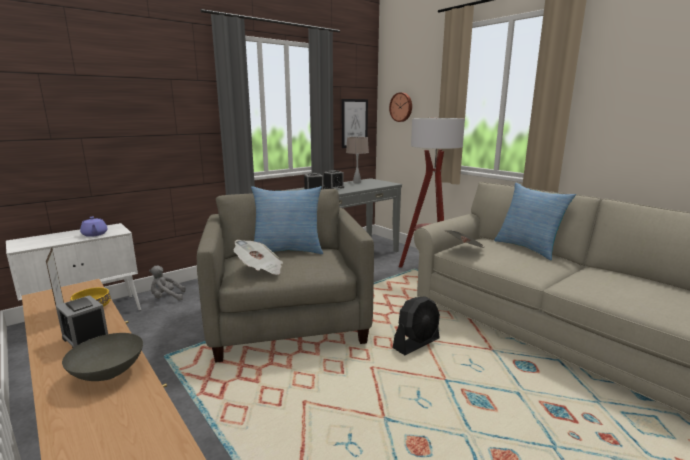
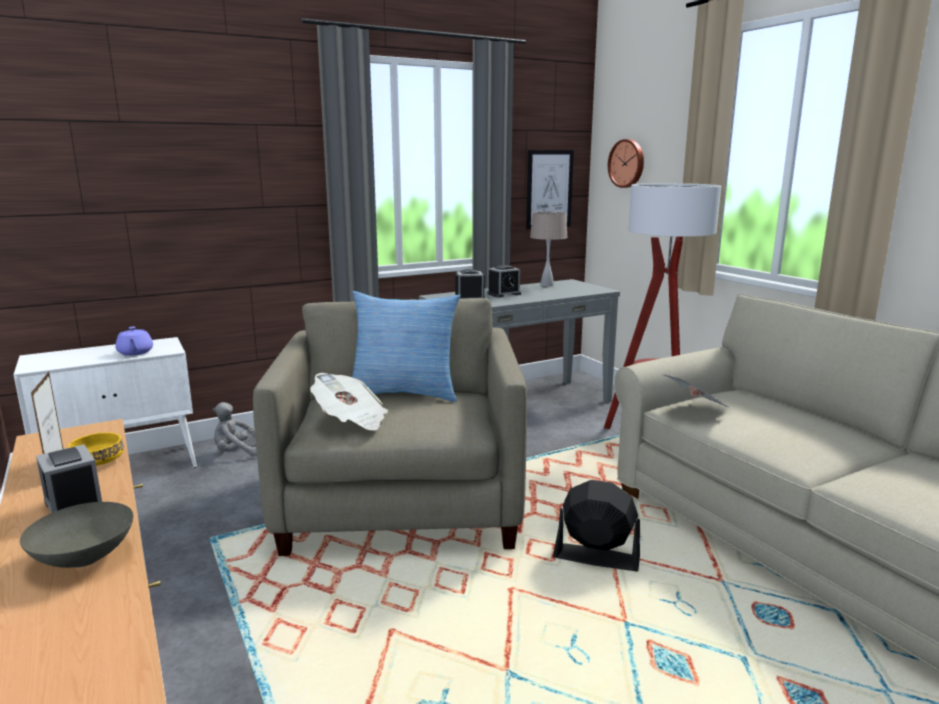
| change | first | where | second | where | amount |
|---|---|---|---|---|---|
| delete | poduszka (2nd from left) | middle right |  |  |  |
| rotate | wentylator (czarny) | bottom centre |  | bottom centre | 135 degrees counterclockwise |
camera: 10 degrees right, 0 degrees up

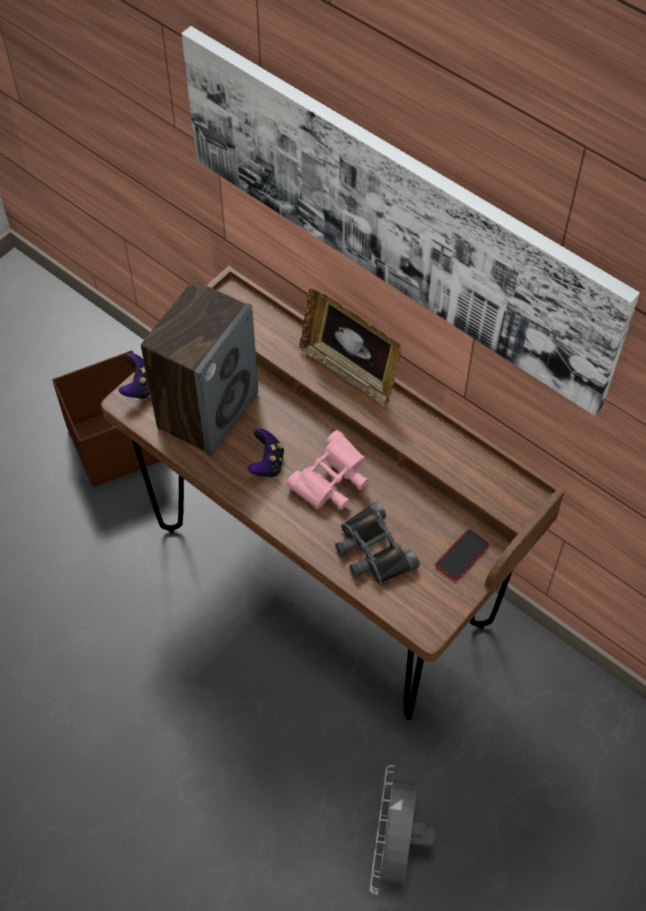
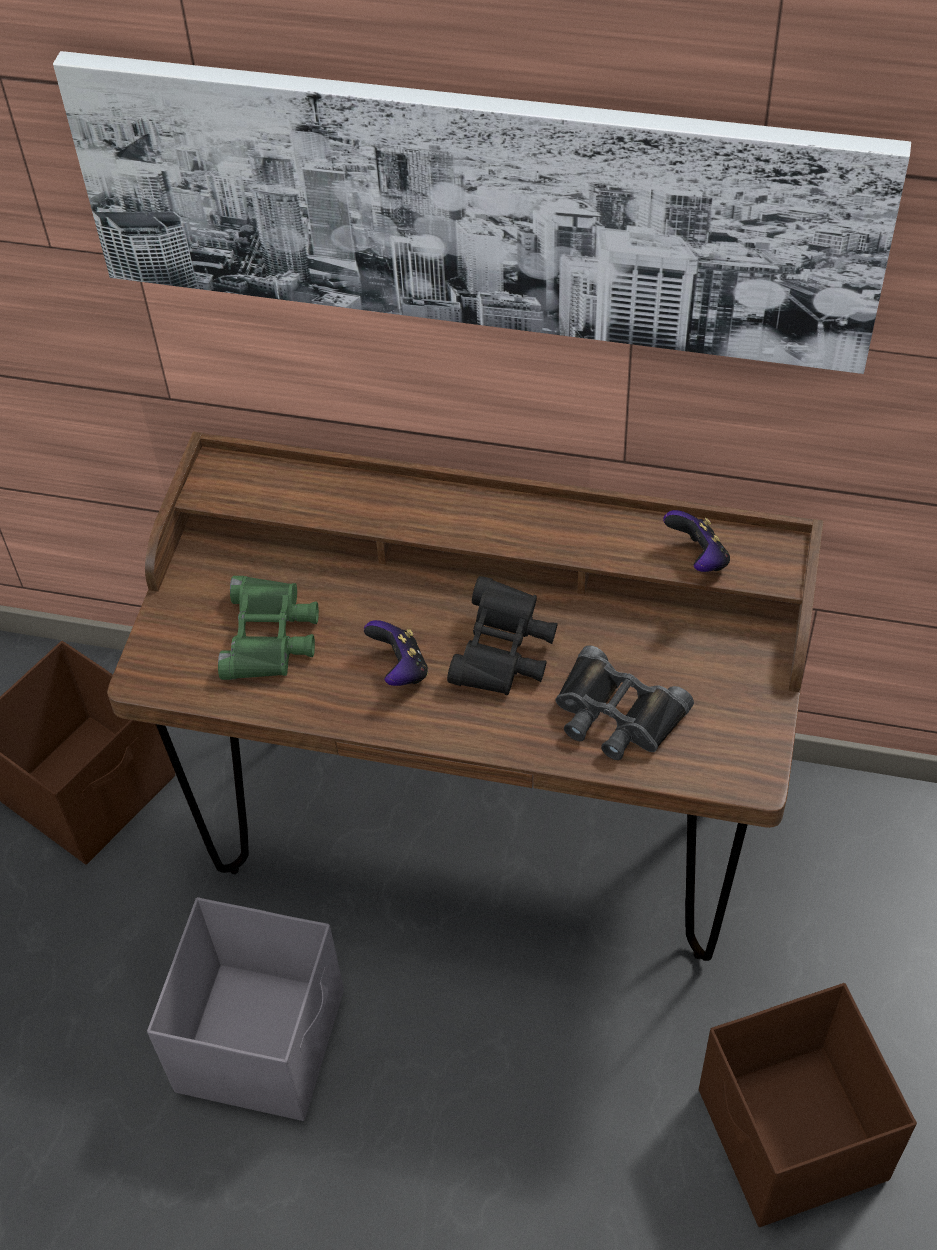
| change | first | where | second | where | amount |
|---|---|---|---|---|---|
| delete | ramka na zdjęcie | centre |  |  |  |
| delete | telefon | middle right |  |  |  |
| insert |  |  | pojemnik do przechowywania (szary) | bottom left |  |
| move | pad do gier (1st from left in the first image) | middle left | pad do gier (2nd from left) | middle right |  |
| replace | głośnik | middle left | lornetka (zielony) | middle left |  |
| replace | wentylator (szary) | bottom centre | pojemnik do przechowywania (brązowy) (2nd from left) | bottom right |  |
| recolor | lornetka (różowy) | centre | lornetka (czarny) (1st from left) | centre |  |
camera: 25 degrees left, 5 degrees down

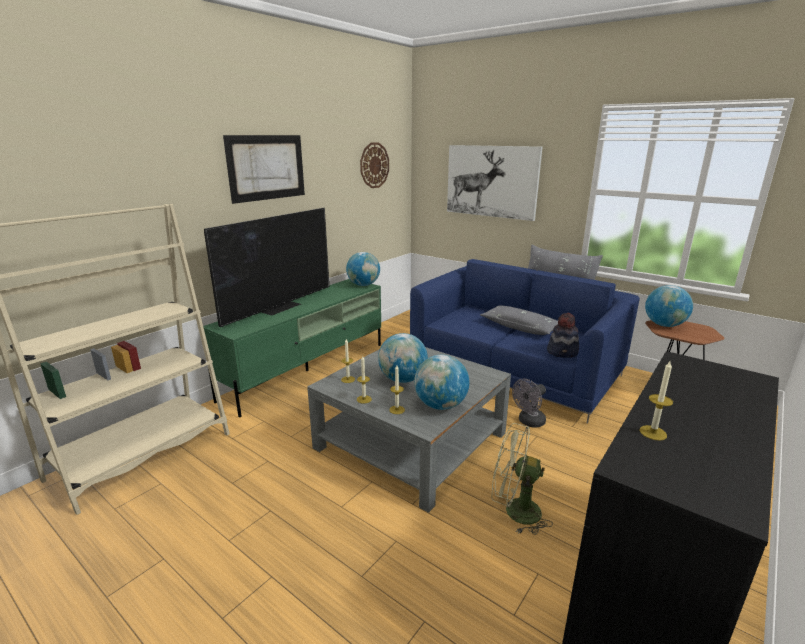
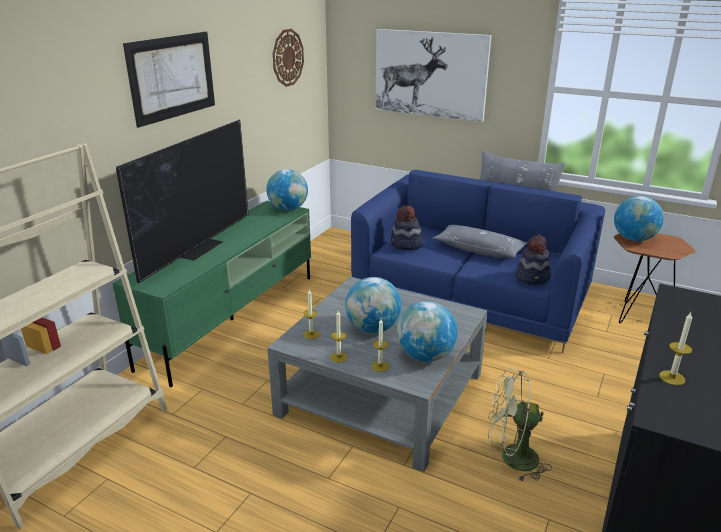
| change | first | where | second | where | amount |
|---|---|---|---|---|---|
| delete | wentylator (szary) | centre |  |  |  |
| insert |  |  | kapelusz (1st from left) | centre |  |
camera: 10 degrees left, 5 degrees up

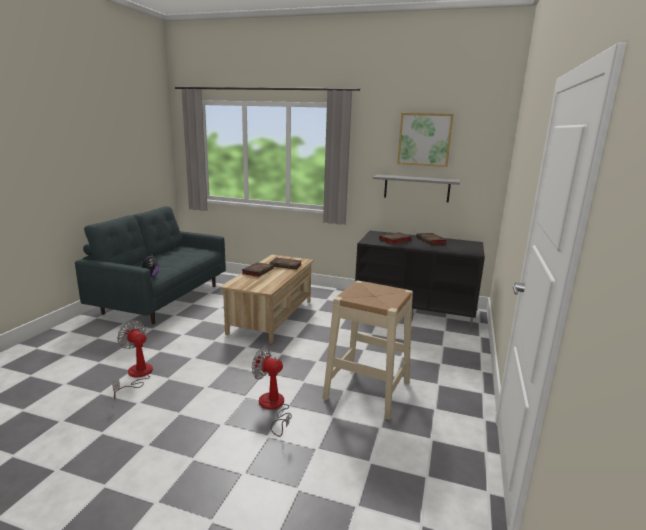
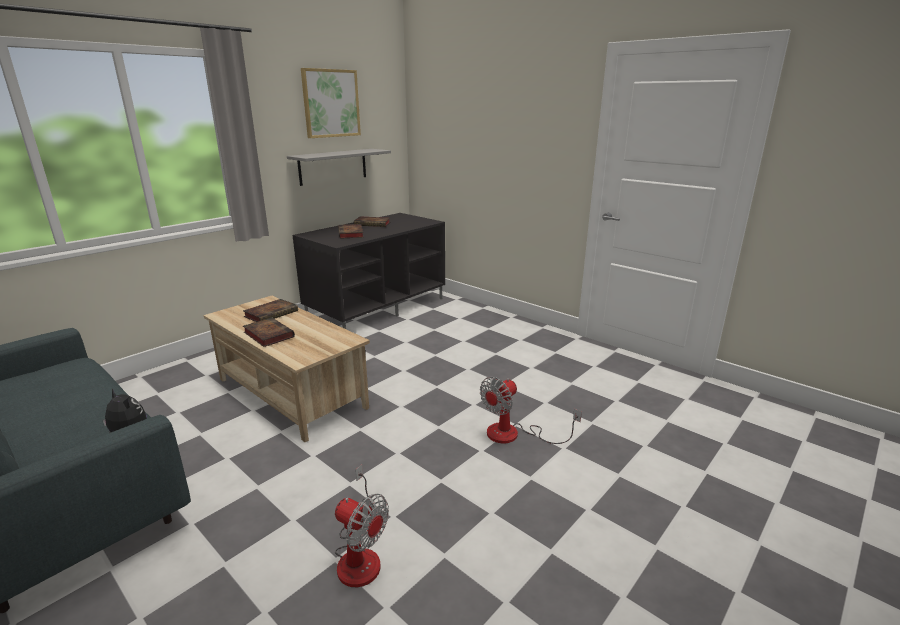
| change | first | where | second | where | amount |
|---|---|---|---|---|---|
| delete | stołek (beżowy) | centre |  |  |  |
| rotate | wentylator (1st from left) | bottom left |  | bottom centre | 120 degrees counterclockwise |
camera: 65 degrees left, 5 degrees up

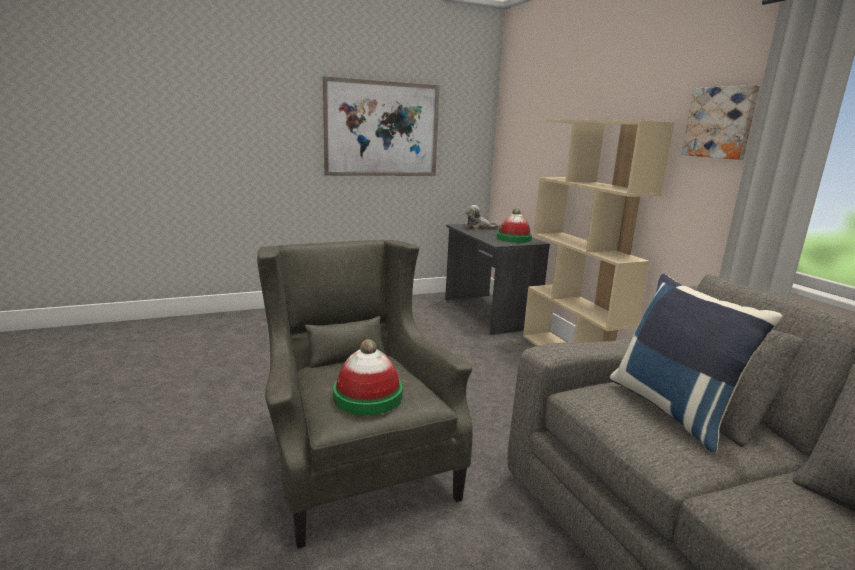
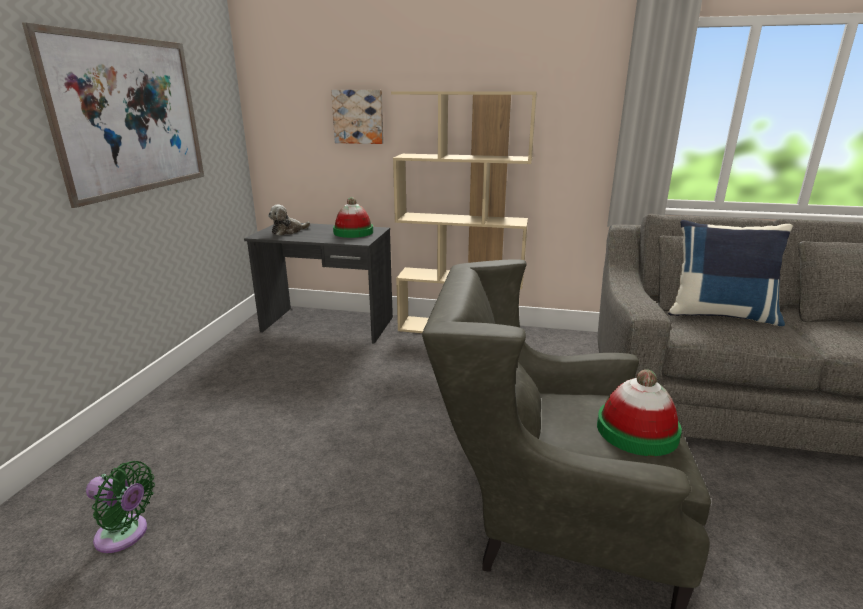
| change | first | where | second | where | amount |
|---|---|---|---|---|---|
| insert |  |  | wentylator (zielony) | bottom left |  |
| move | obraz (2nd from left) | top right |  | top centre |  |
camera: 55 degrees left, 5 degrees up

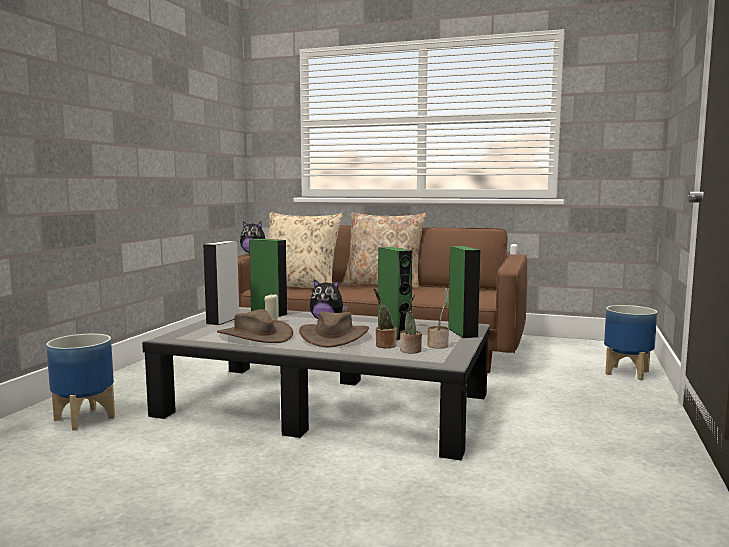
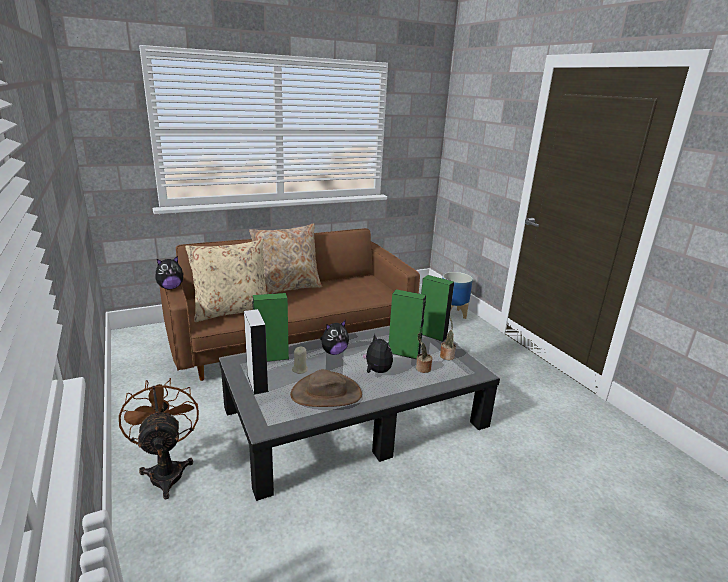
| change | first | where | second | where | amount |
|---|---|---|---|---|---|
| delete | donica (1st from left) | bottom left |  |  |  |
| delete | roślina doniczkowa (2nd from left) | centre |  |  |  |
| insert |  |  | wentylator (brązowy) | bottom left |  |
| replace | kapelusz (brązowy) (2nd from left) | centre | pluszak (3rd from left) | centre |  |
camera: 45 degrees left, 15 degrees up

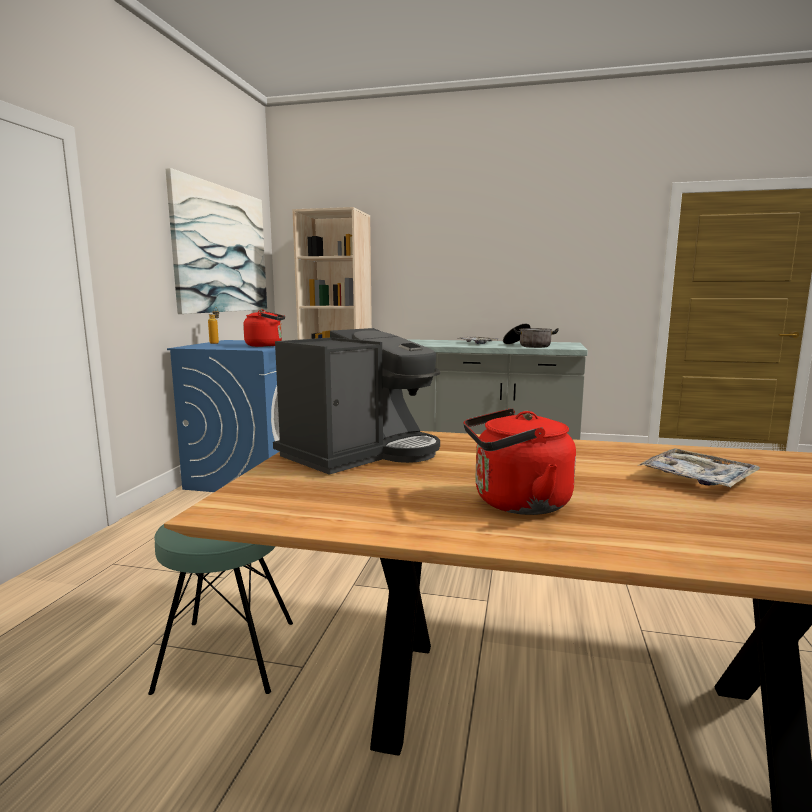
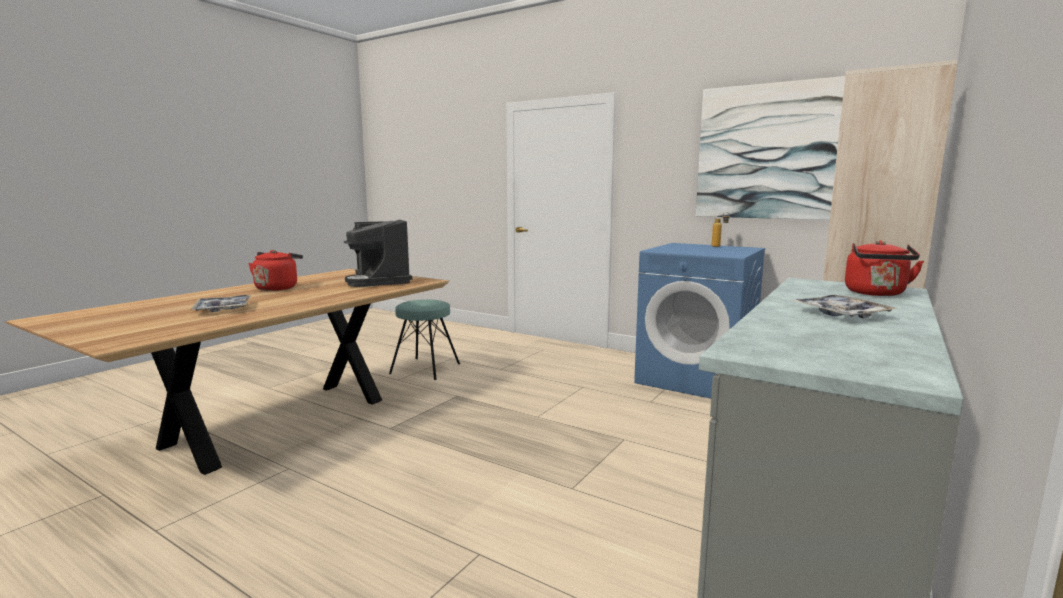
| change | first | where | second | where | amount |
|---|---|---|---|---|---|
| delete | garnek | centre |  |  |  |
| move | czajnik (czerwony) (1st from left in the first image) | middle left | czajnik (czerwony) (2nd from left) | middle right |  |
camera: 110 degrees right, 0 degrees up

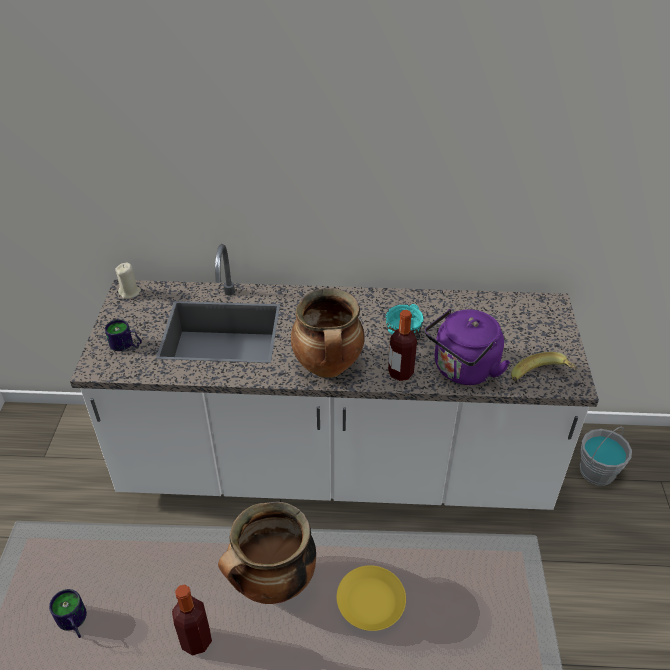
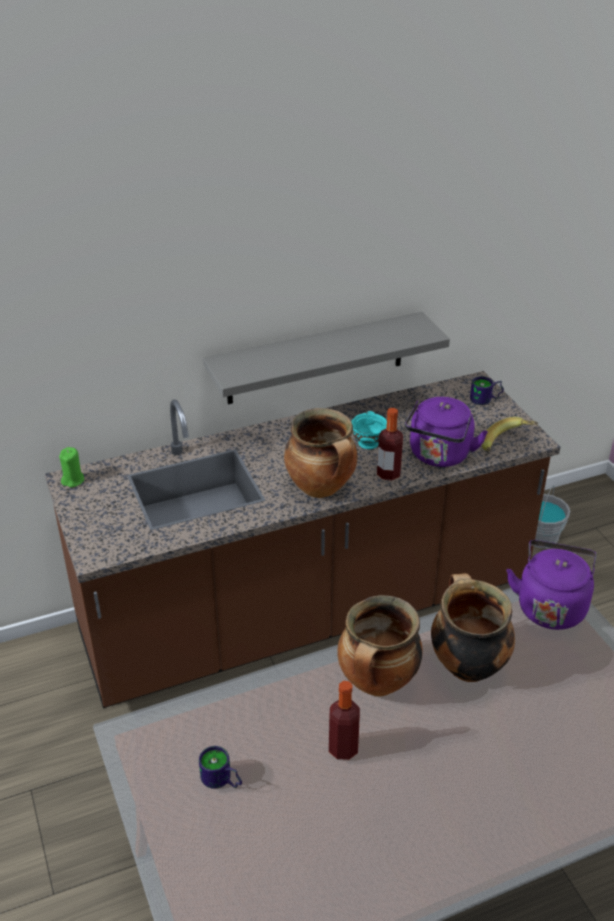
| change | first | where | second | where | amount |
|---|---|---|---|---|---|
| insert |  |  | półka (szary) | centre |  |
| insert |  |  | czajnik (fioletowy) (2nd from left) | middle right |  |
| move | kubek (2nd from left) | middle left |  | middle right |  |
| replace | talerz (żółty) | bottom centre | garnek (3rd from left) | bottom right |  |
| recolor | zabudowa kuchenna (biały) | centre | zabudowa kuchenna (brązowy) | centre |  |
| recolor | świeca (beżowy) | middle left | świeca (zielony) | middle left |  |
camera: 25 degrees left, 5 degrees down

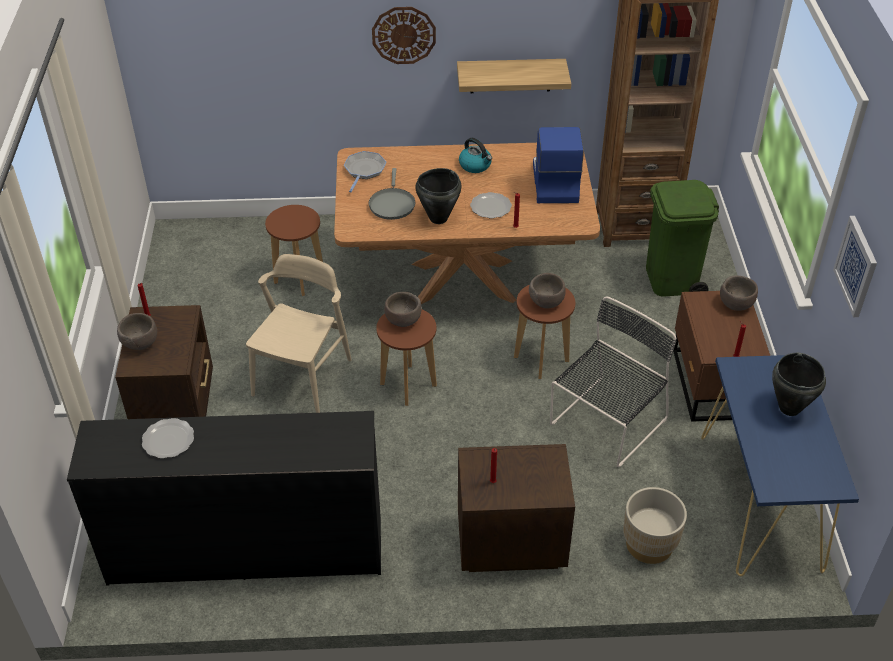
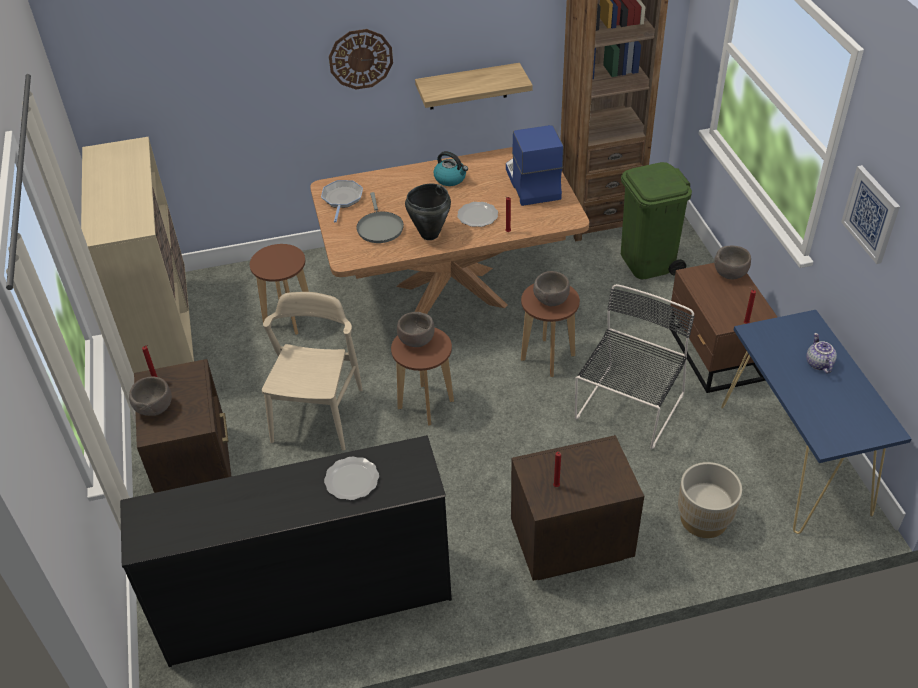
| change | first | where | second | where | amount |
|---|---|---|---|---|---|
| insert |  |  | szafka (beżowy) | middle left |  |
| move | talerz (1st from left) | middle left |  | bottom centre |  |
| replace | garnek (czarny) (2nd from left) | middle right | imbryk | middle right |  |
camera: 10 degrees left, 0 degrees up

